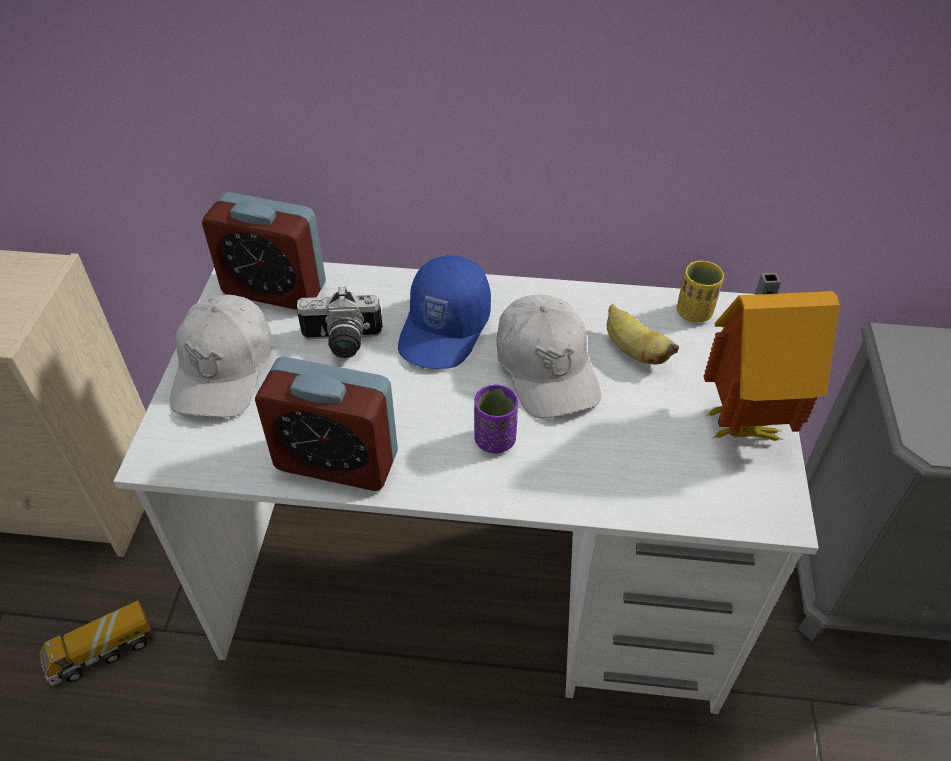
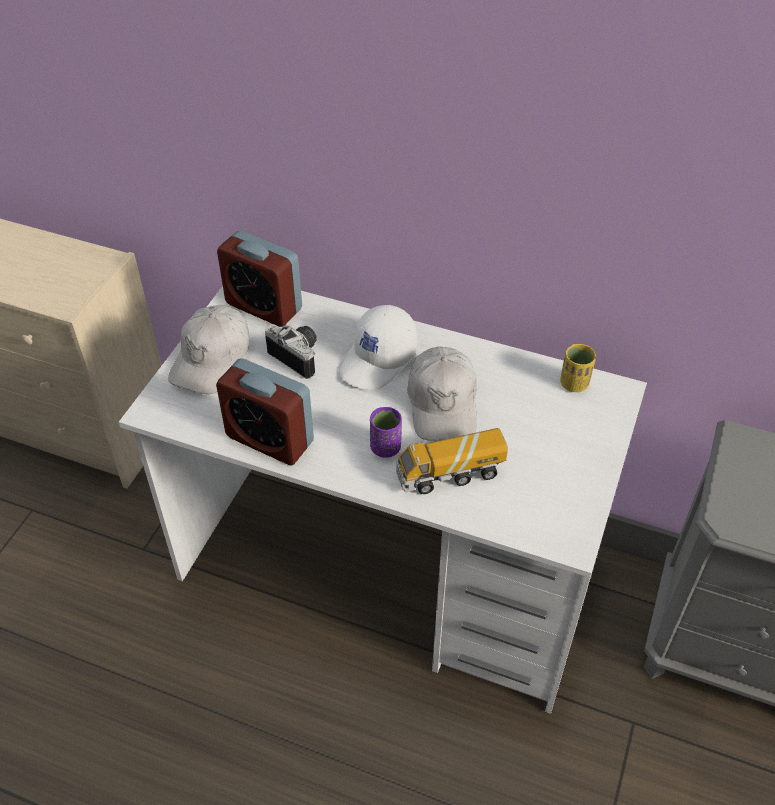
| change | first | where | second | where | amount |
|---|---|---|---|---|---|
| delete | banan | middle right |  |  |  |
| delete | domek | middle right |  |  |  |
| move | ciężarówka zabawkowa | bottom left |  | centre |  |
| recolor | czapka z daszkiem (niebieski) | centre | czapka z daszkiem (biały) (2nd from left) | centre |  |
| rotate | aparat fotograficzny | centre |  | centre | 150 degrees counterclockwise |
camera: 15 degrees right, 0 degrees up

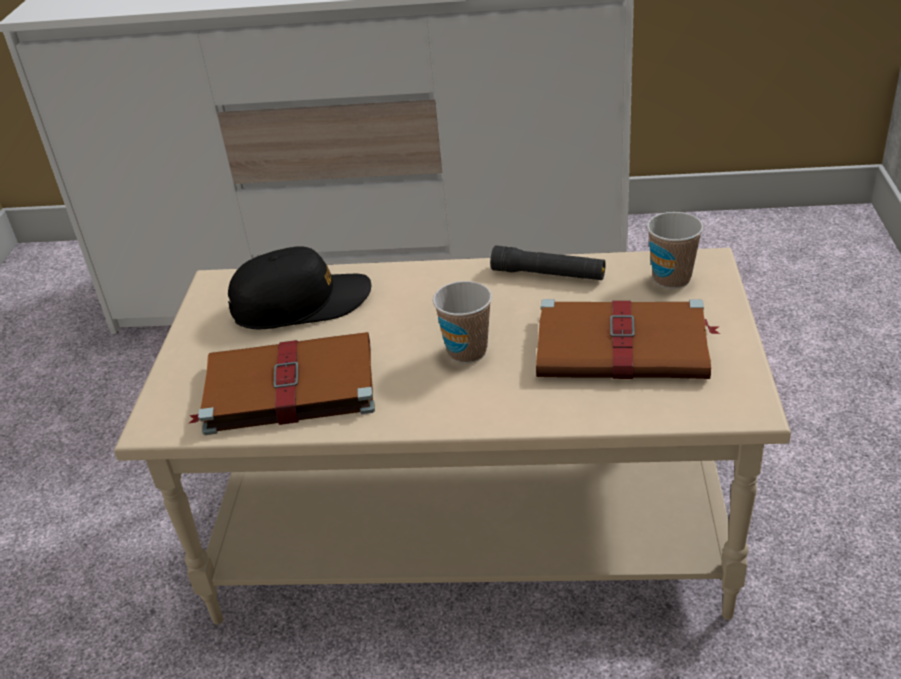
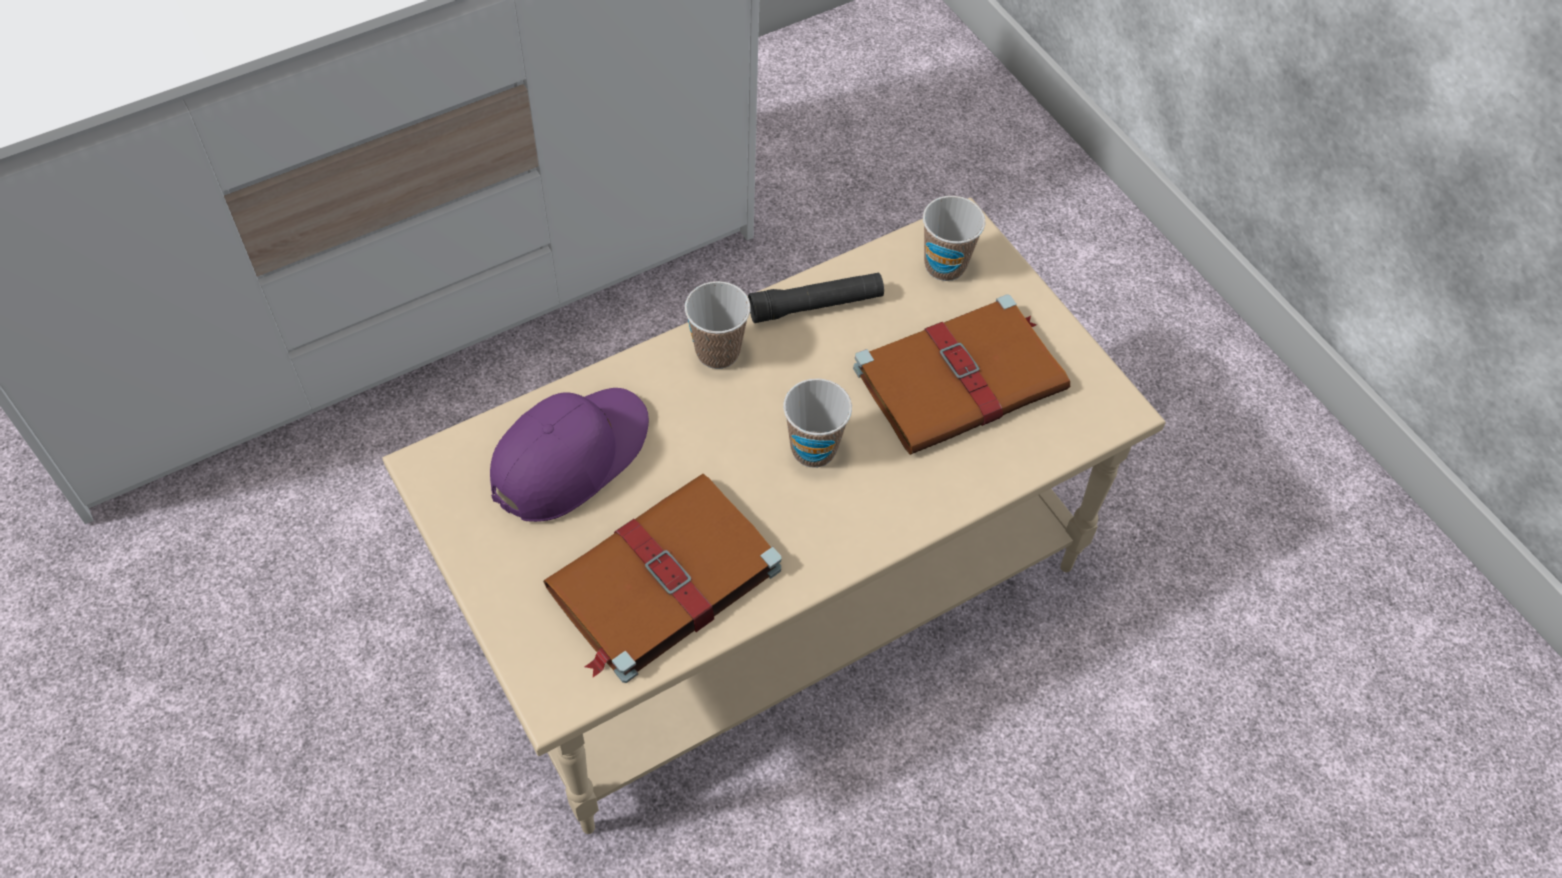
| change | first | where | second | where | amount |
|---|---|---|---|---|---|
| insert |  |  | filiżanka (1st from left) | centre |  |
| recolor | czapka z daszkiem (czarny) | middle left | czapka z daszkiem (fioletowy) | centre |  |
camera: 40 degrees left, 20 degrees up

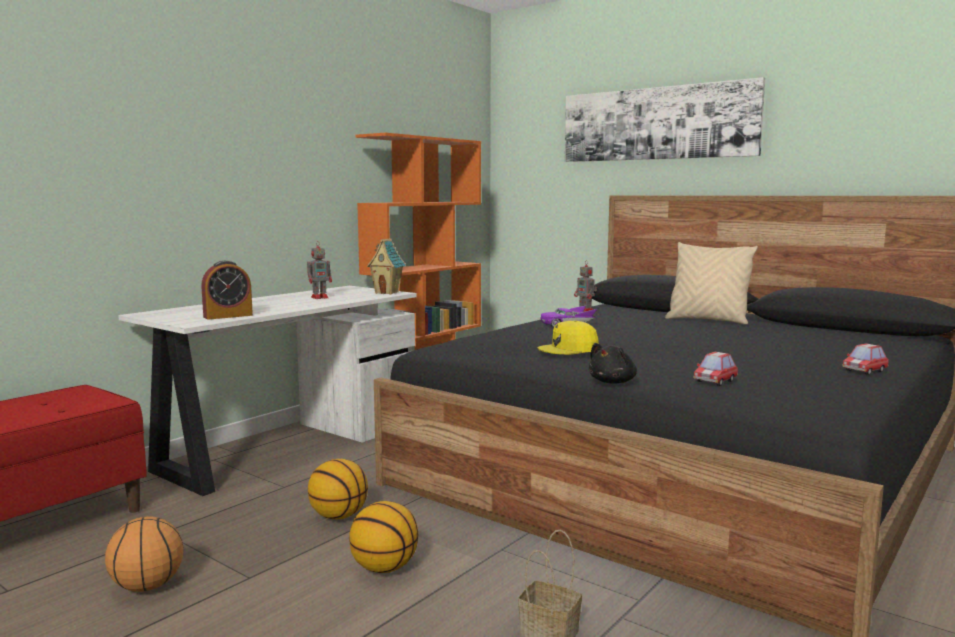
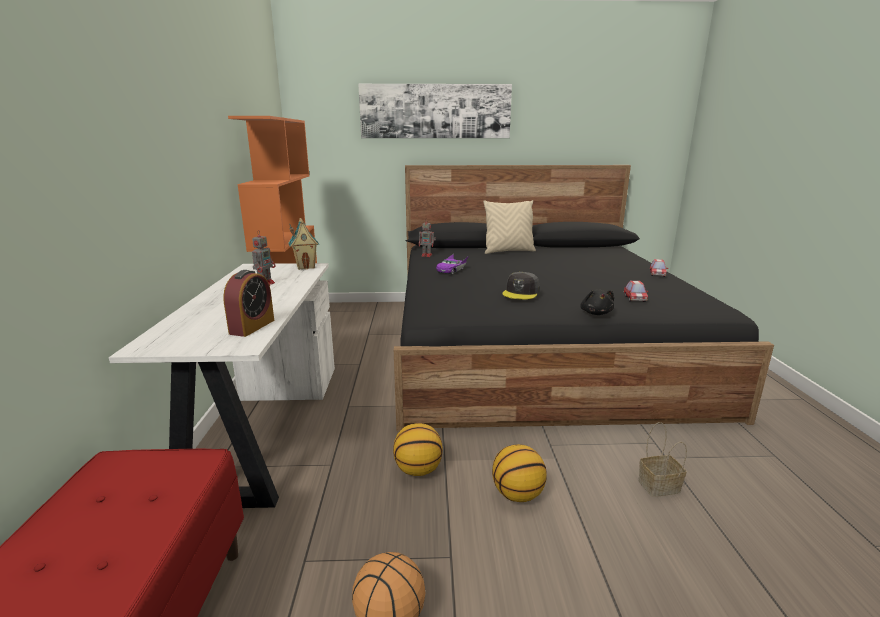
| change | first | where | second | where | amount |
|---|---|---|---|---|---|
| recolor | czapka z daszkiem (żółty) | centre | czapka z daszkiem (szary) | centre |  |
camera: 40 degrees left, 10 degrees up

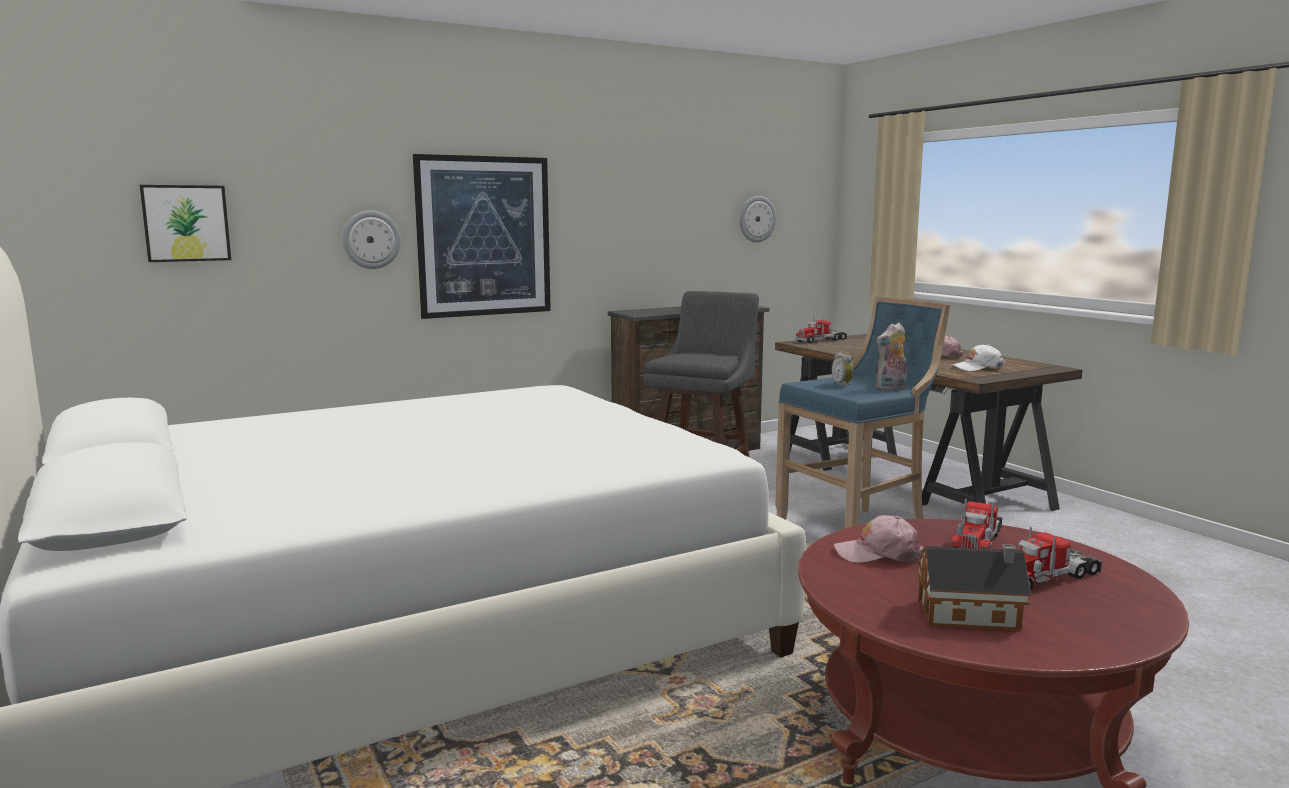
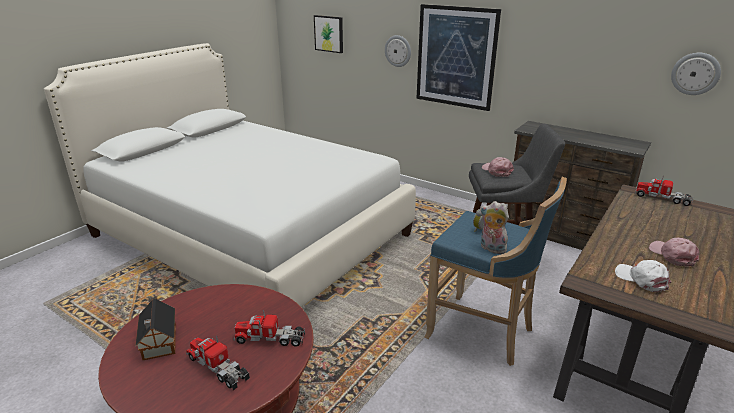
| change | first | where | second | where | amount |
|---|---|---|---|---|---|
| move | czapka z daszkiem (różowy) (1st from left) | bottom right |  | middle right |  |
camera: 65 degrees right, 15 degrees up

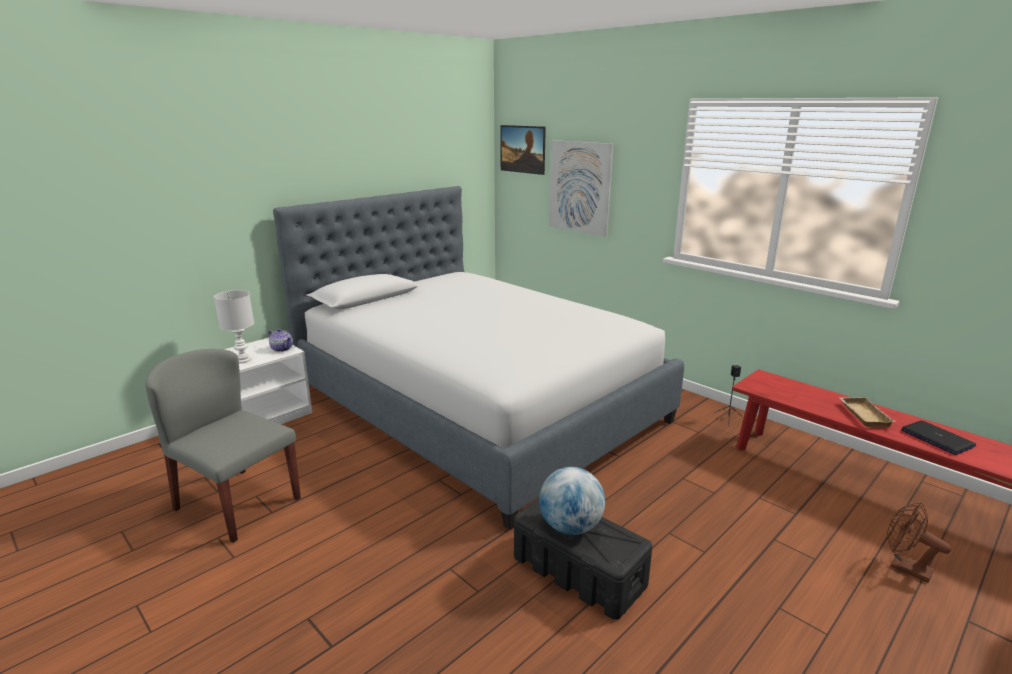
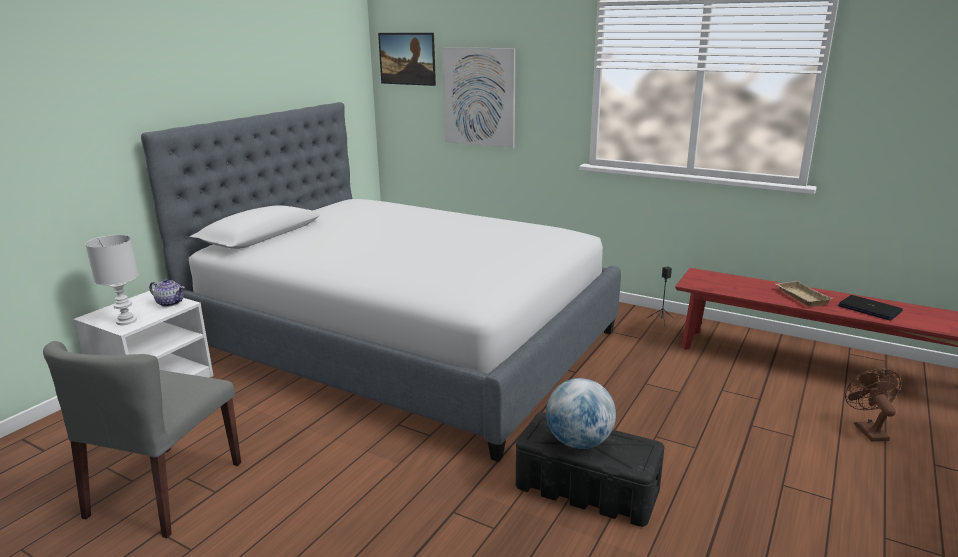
| change | first | where | second | where | amount |
|---|---|---|---|---|---|
| rotate | krzesło (szary) | middle left |  | bottom left | 90 degrees counterclockwise |
| rotate | wentylator (brązowy) | bottom right |  | bottom right | 60 degrees clockwise |
camera: 15 degrees left, 0 degrees up

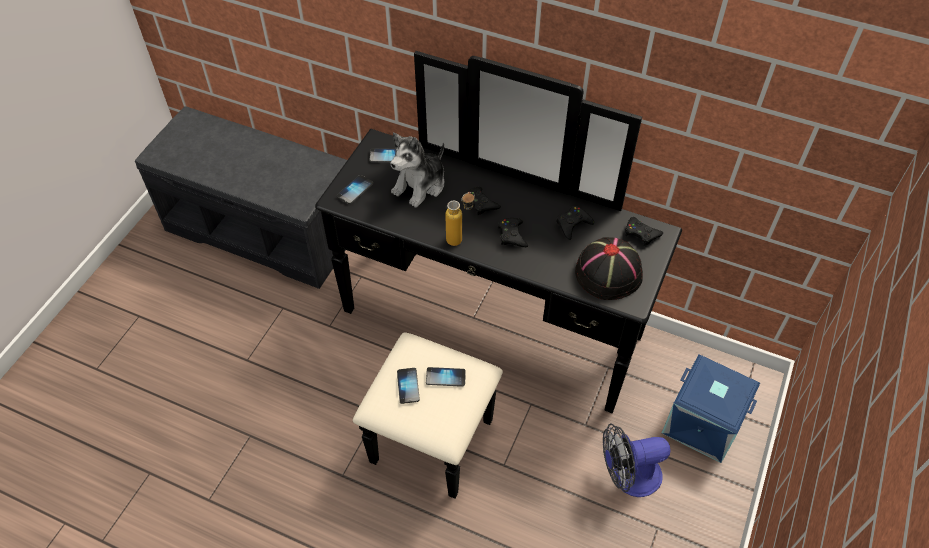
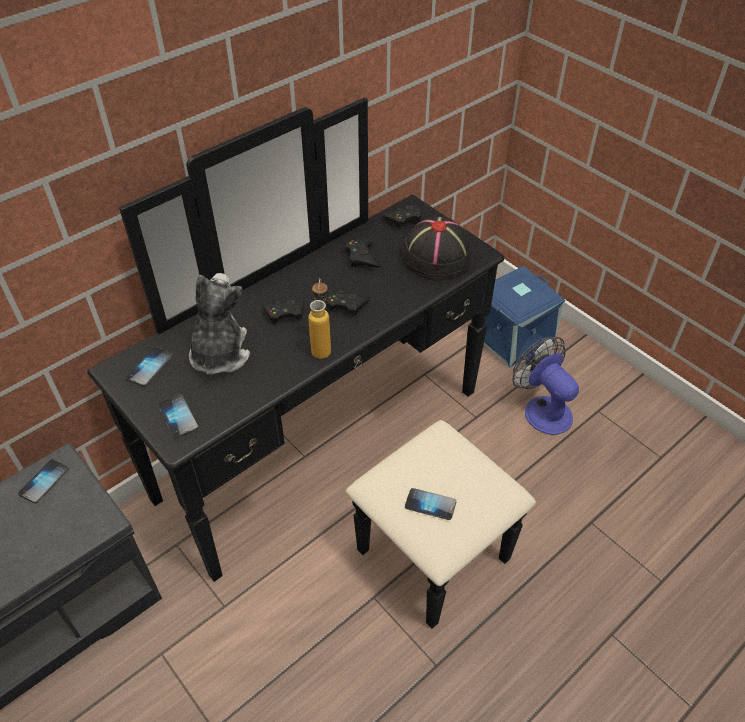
| change | first | where | second | where | amount |
|---|---|---|---|---|---|
| move | telefon (4th from left in the first image) | bottom centre | telefon (1st from left) | middle left |  |
| rotate | pluszak | top centre |  | middle left | 150 degrees counterclockwise |
| rotate | wentylator | bottom right |  | middle right | 135 degrees clockwise |
camera: 65 degrees left, 5 degrees down

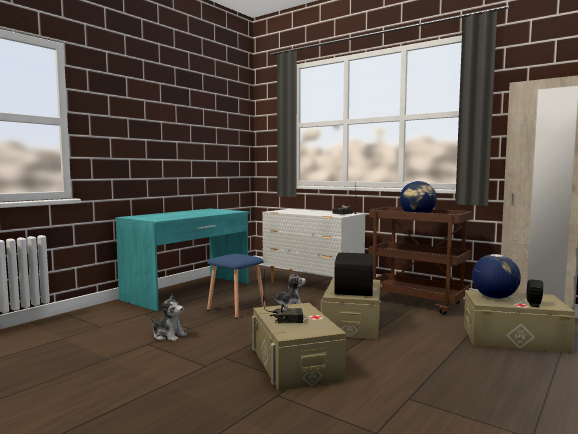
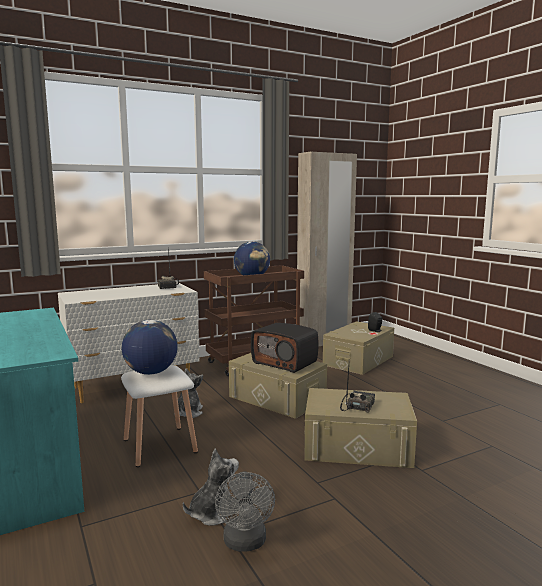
| change | first | where | second | where | amount |
|---|---|---|---|---|---|
| insert |  |  | wentylator (szary) | bottom centre |  |
| move | globus (2nd from left in the first image) | middle right | globus (1st from left) | middle left |  |
| recolor | stołek (niebieski) | centre | stołek (biały) | bottom left |  |
camera: 65 degrees left, 5 degrees up

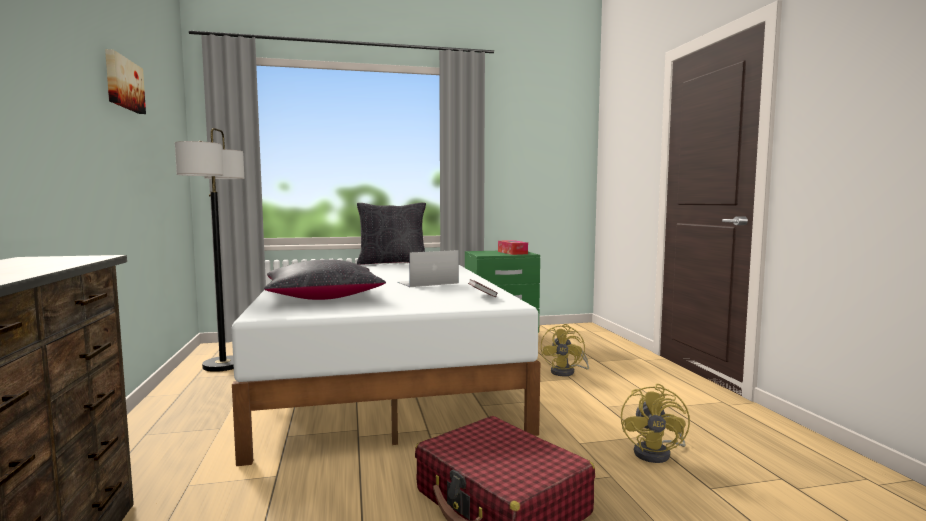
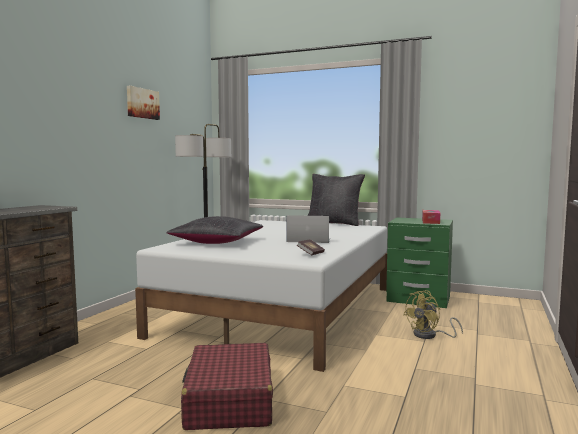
| change | first | where | second | where | amount |
|---|---|---|---|---|---|
| delete | wentylator (żółty) (2nd from left) | bottom right |  |  |  |
camera: 35 degrees right, 0 degrees up

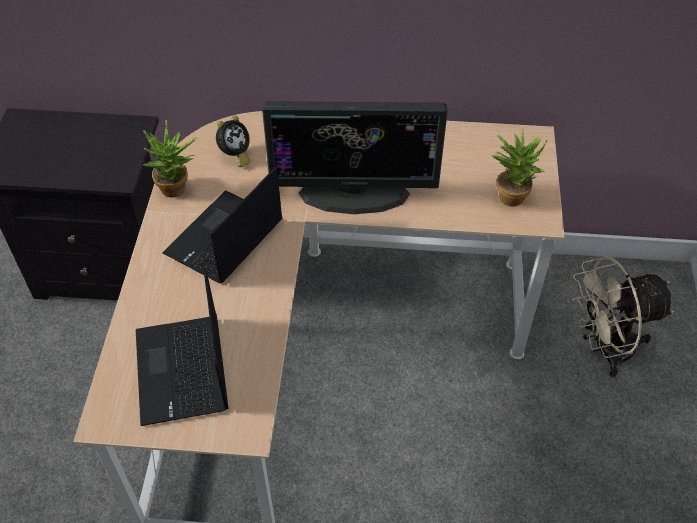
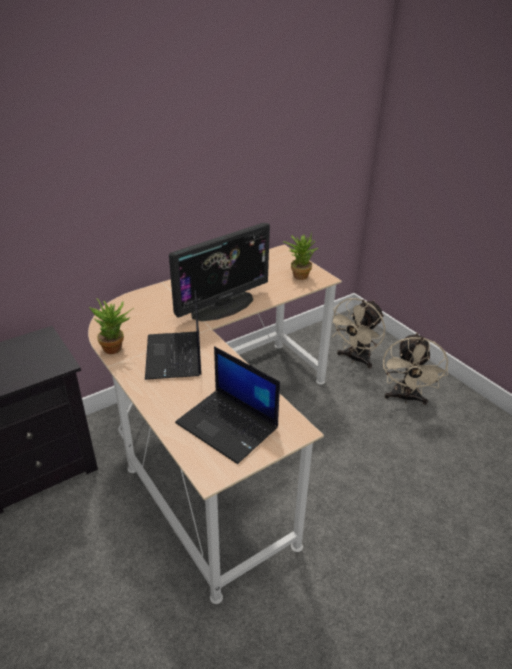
| change | first | where | second | where | amount |
|---|---|---|---|---|---|
| delete | budzik | top centre |  |  |  |
| insert |  |  | wentylator (beżowy) (2nd from left) | middle right |  |
camera: 40 degrees left, 15 degrees down

